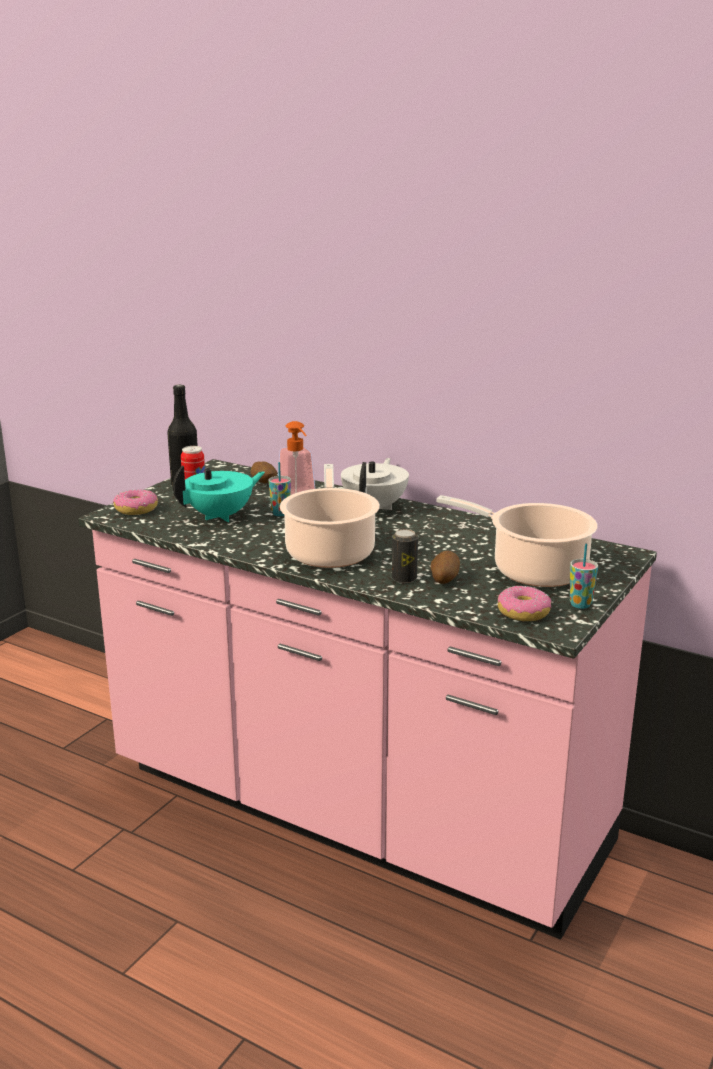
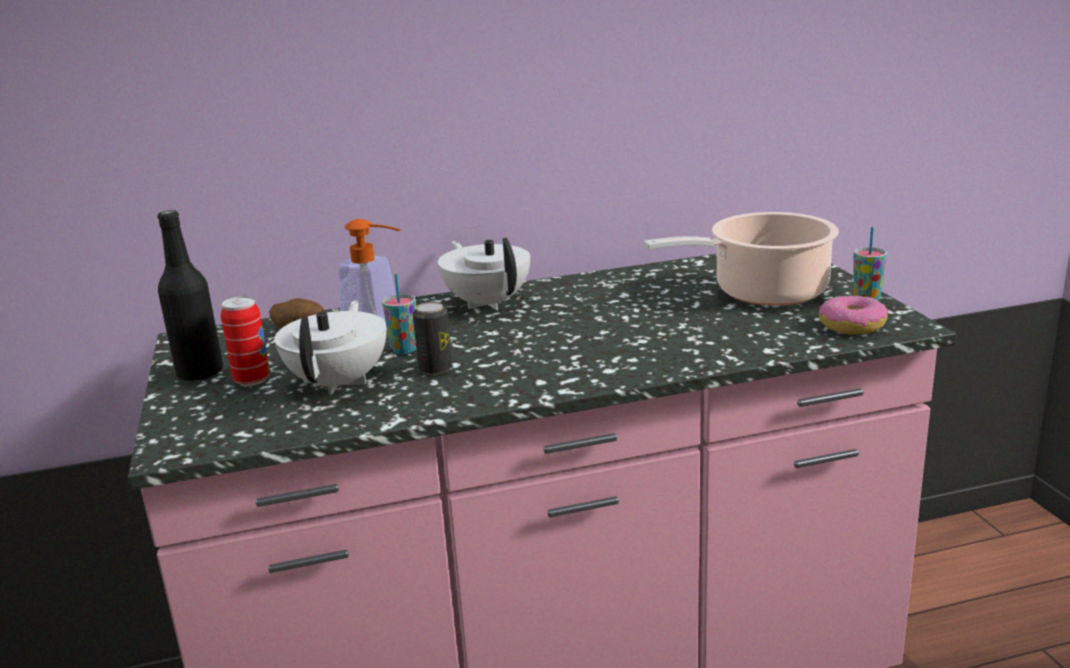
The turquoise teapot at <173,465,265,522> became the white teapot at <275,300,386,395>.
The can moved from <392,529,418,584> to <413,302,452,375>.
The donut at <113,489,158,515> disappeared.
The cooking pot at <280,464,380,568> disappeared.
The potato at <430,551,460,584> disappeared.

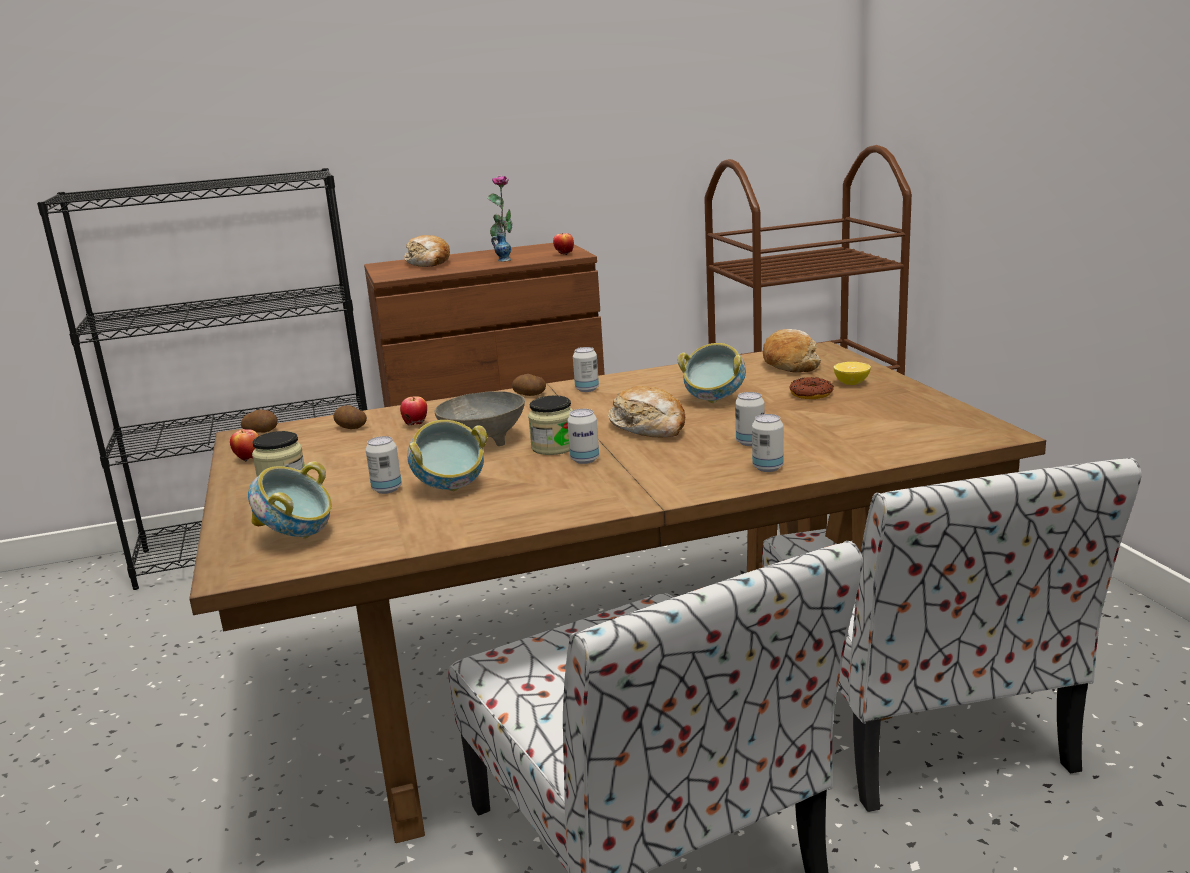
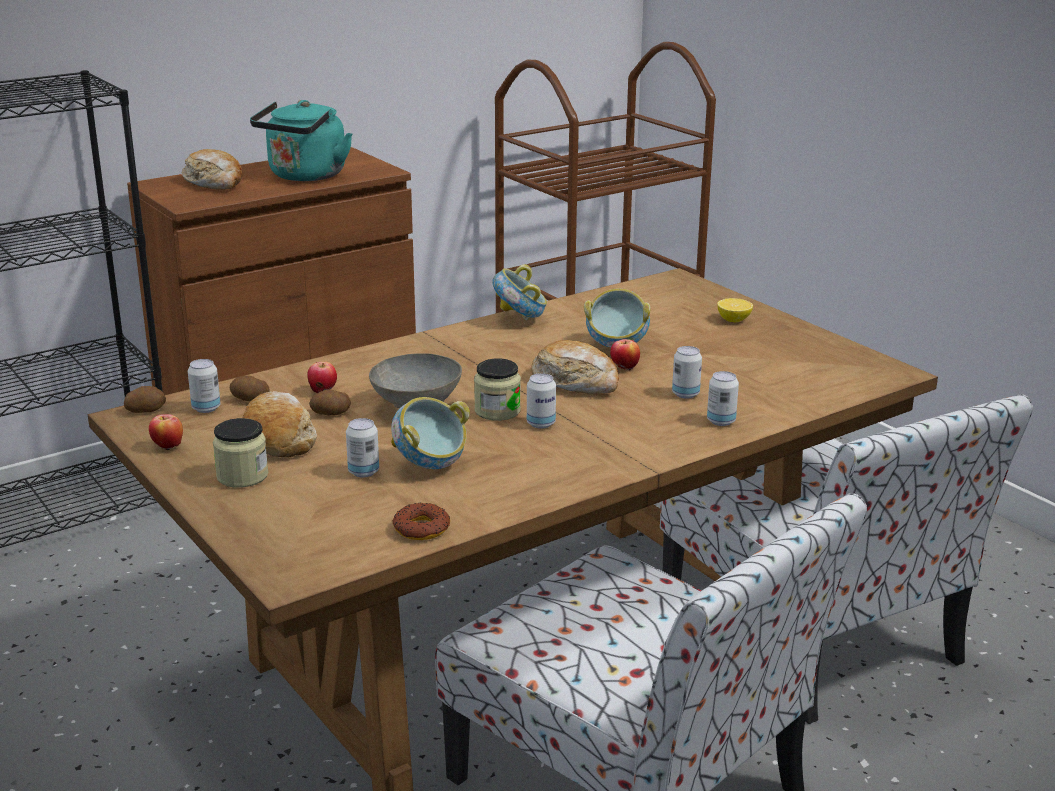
The can moved from <573,347,599,392> to <188,359,221,413>.
The bread moved from <763,329,821,373> to <243,391,317,458>.
The vase at <487,176,512,262> was replaced by the turquoise kettle at <250,100,352,181>.
The potato moved from <512,374,546,396> to <309,389,351,416>.
The donut moved from <789,377,834,399> to <392,503,450,540>.
The bowl moved from <248,462,332,539> to <492,264,547,320>.
The apple moved from <553,233,574,255> to <610,339,640,370>.

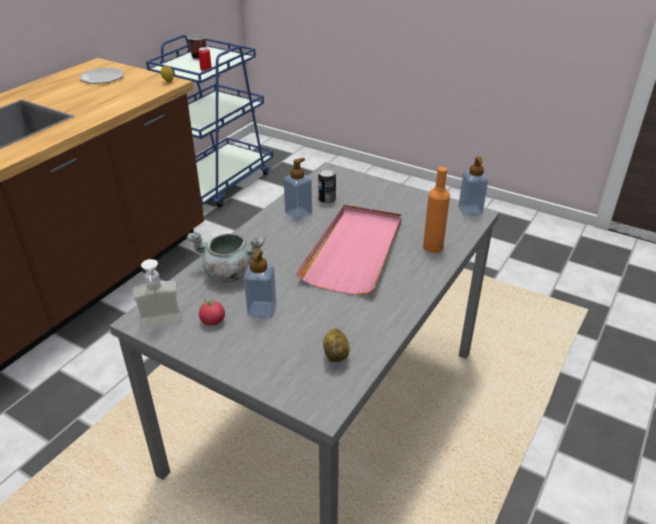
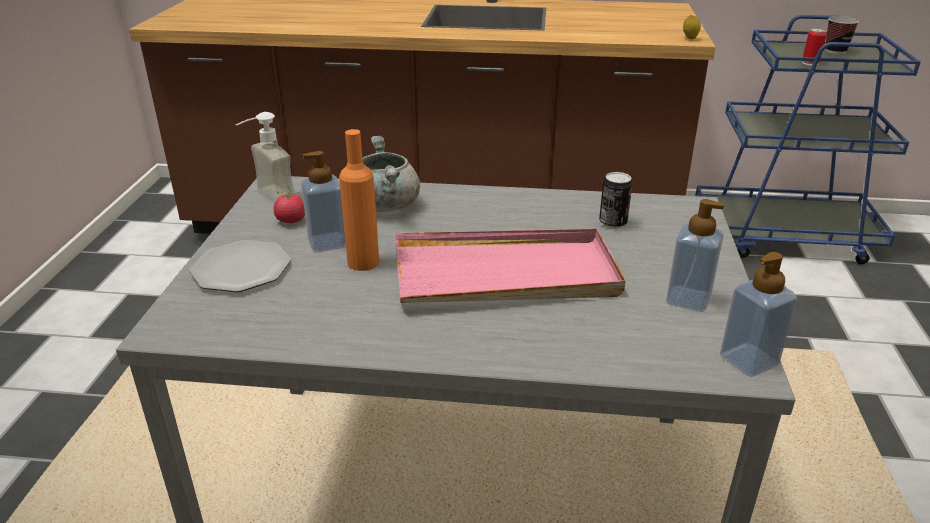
The plate moved from <79,68,124,84> to <189,240,291,292>.
The orange bottle moved from <423,167,450,253> to <339,129,379,271>.
The soap dispenser moved from <283,158,312,221> to <666,199,724,312>.
The potato at <323,329,350,363> disappeared.

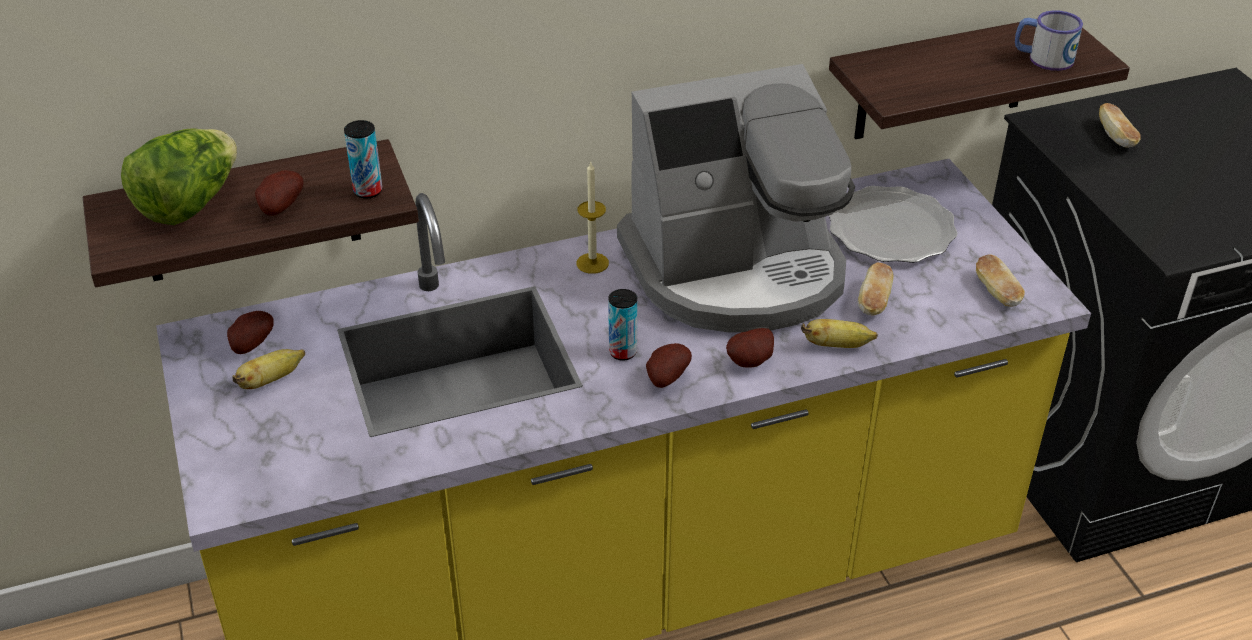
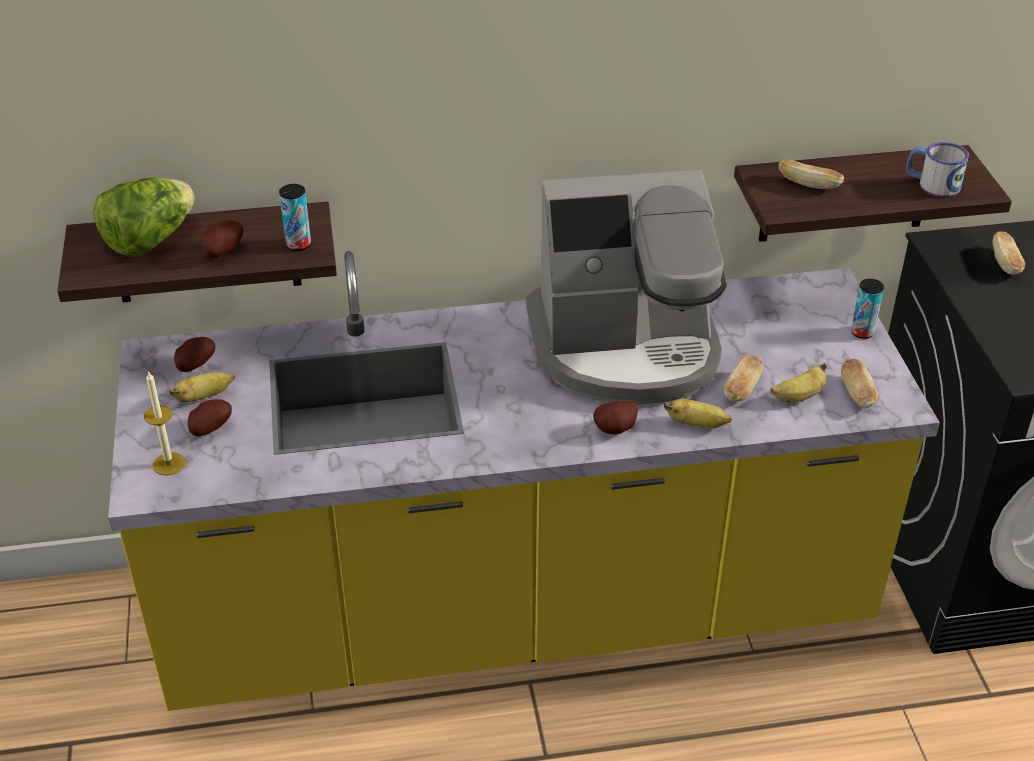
The candle moved from <577,162,609,274> to <144,371,186,476>.
The potato moved from <646,343,692,388> to <188,399,232,436>.
The banana at <770,363,827,403> appeared.
The bread at <779,160,844,189> appeared.
The can moved from <609,289,637,361> to <851,279,884,339>.
The plate at <829,186,957,263> disappeared.

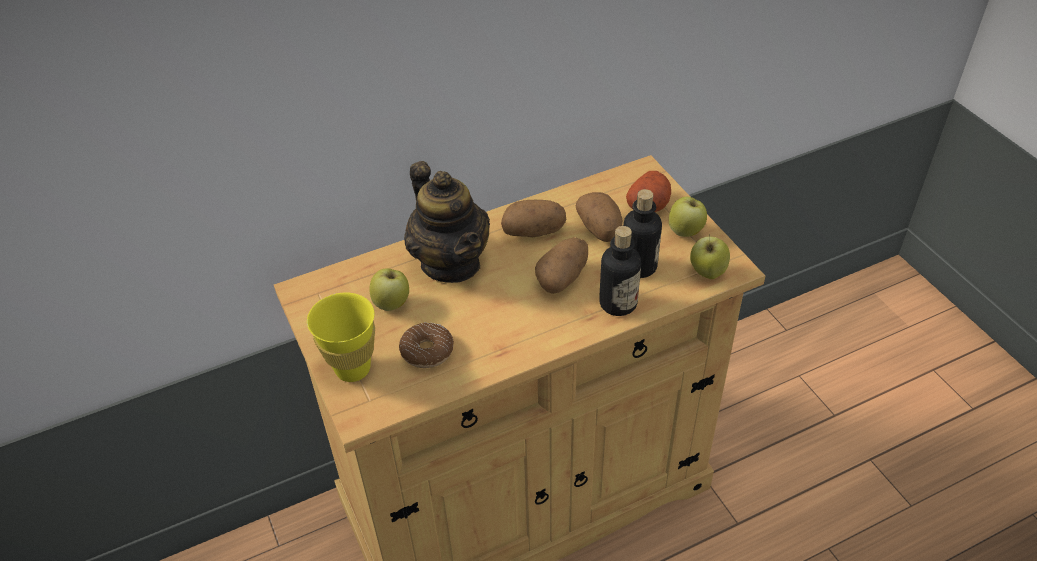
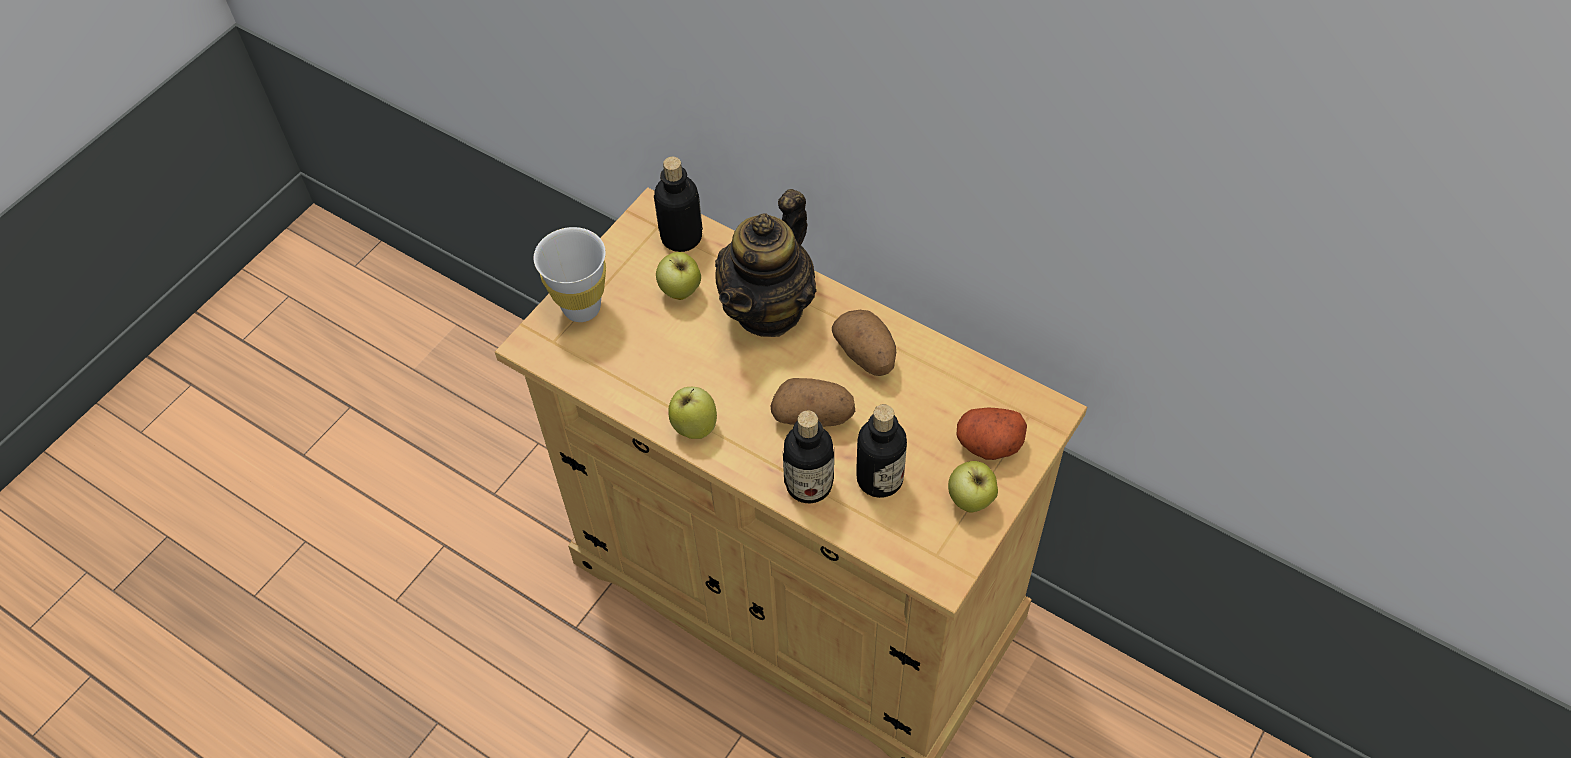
The yellow cup at <307,292,375,382> became the white cup at <534,227,606,322>.
The bottle at <654,157,703,252> appeared.
The apple moved from <690,235,730,279> to <669,387,717,439>.
The donut at <399,322,454,368> disappeared.
The potato at <576,192,623,242> disappeared.

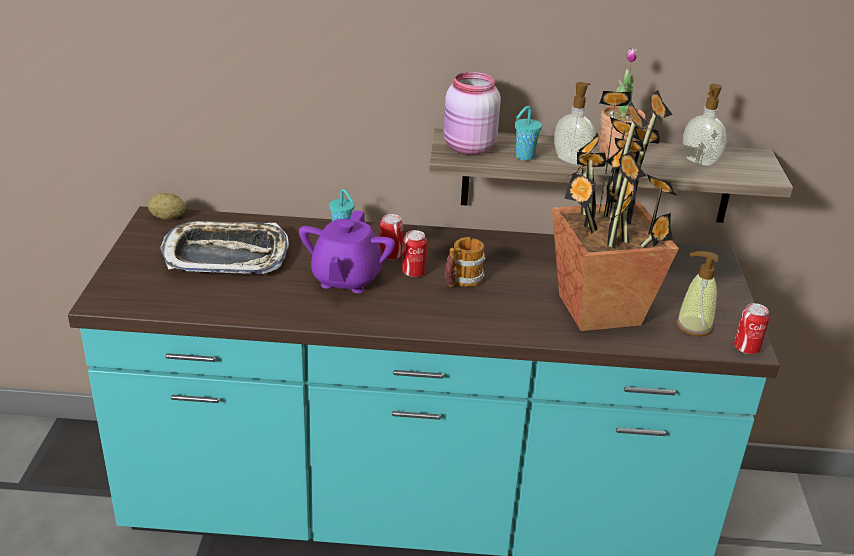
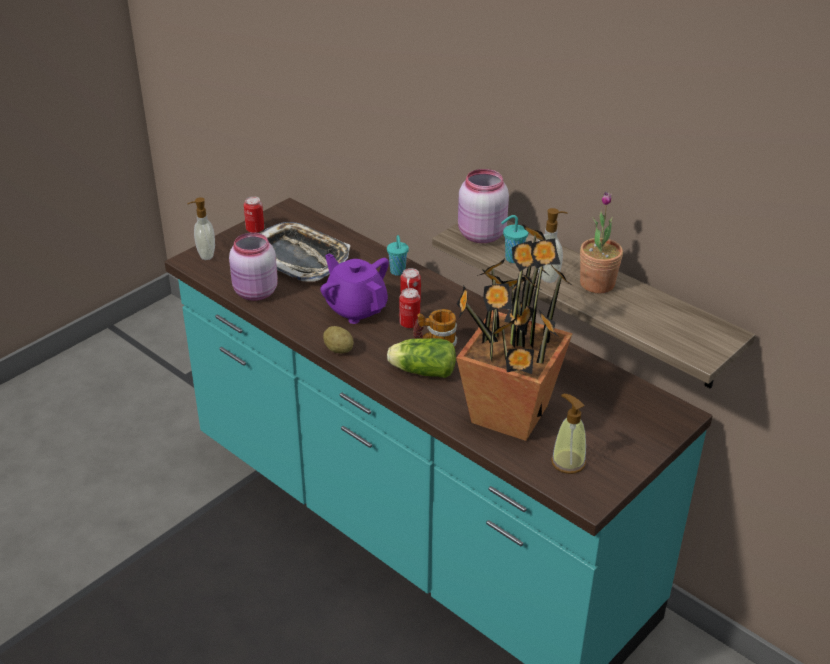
The soap dispenser moved from <683,84,727,166> to <187,198,215,260>.
The pink jar at <229,232,278,301> appeared.
The can moved from <734,303,769,354> to <244,196,264,233>.
The purple teapot at <299,210,395,293> turned 90 degrees clockwise.
The potato moved from <148,193,185,220> to <323,326,354,354>.
The lettuce at <387,338,456,378> appeared.

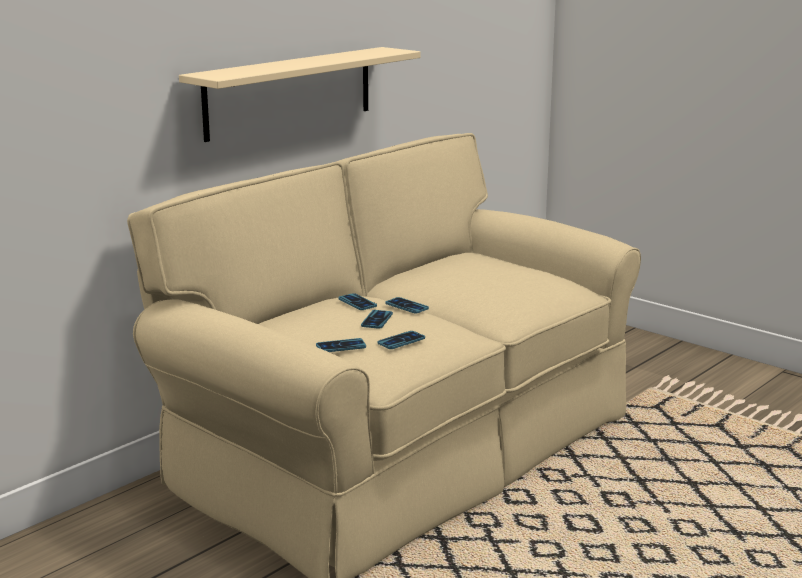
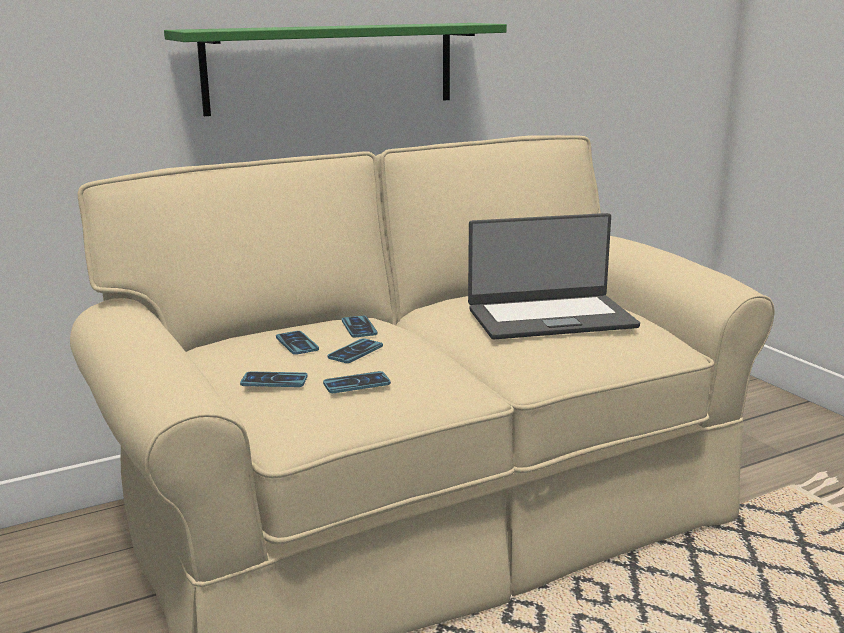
The beige shelf at <179,47,420,142> became the green shelf at <164,23,507,116>.
The phone moved from <386,297,429,313> to <276,331,319,355>.
The laptop at <468,213,640,339> appeared.

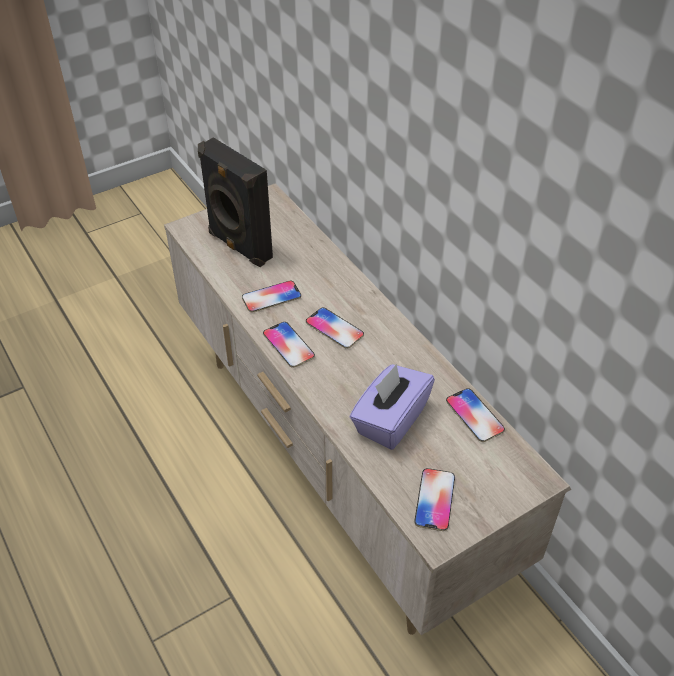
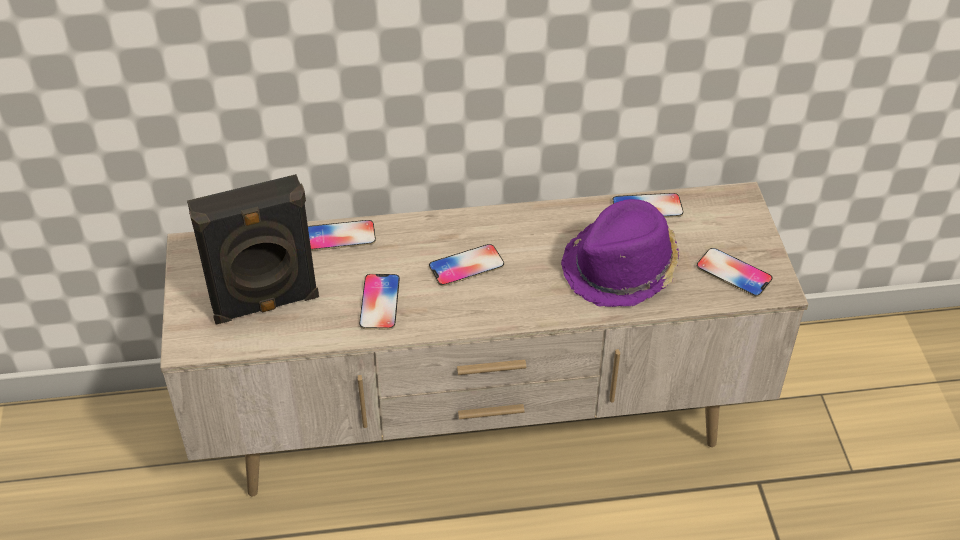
The phone moved from <263,322,315,368> to <308,220,376,251>.
The purple tissue box at <350,364,435,450> was replaced by the purple hat at <561,199,679,307>.

